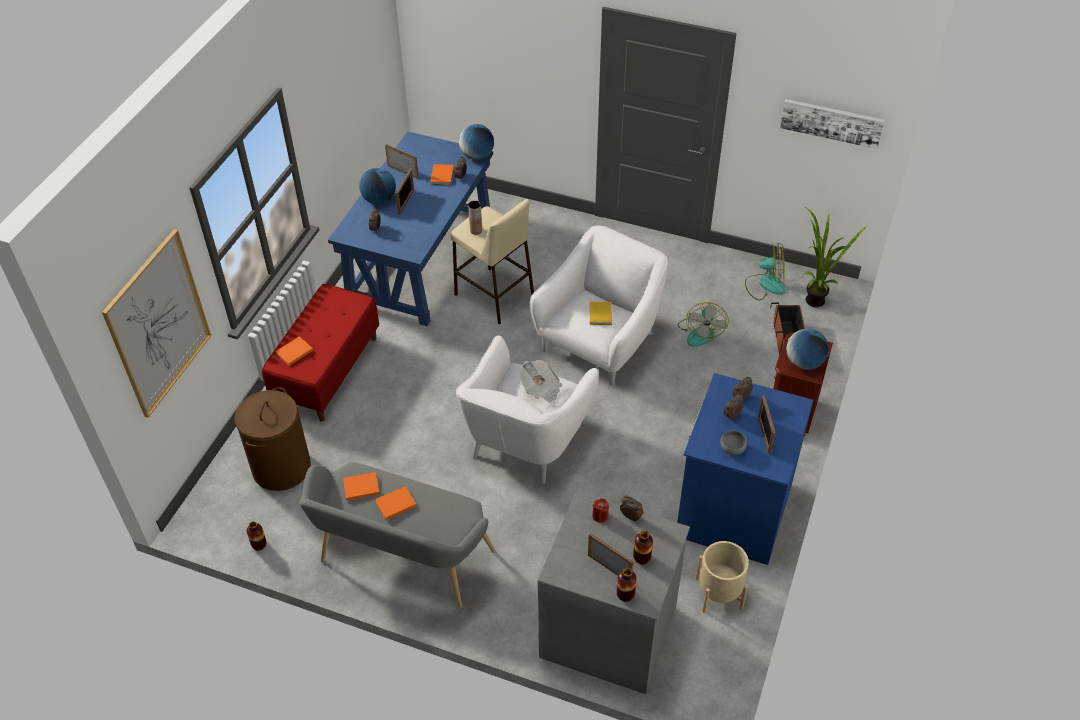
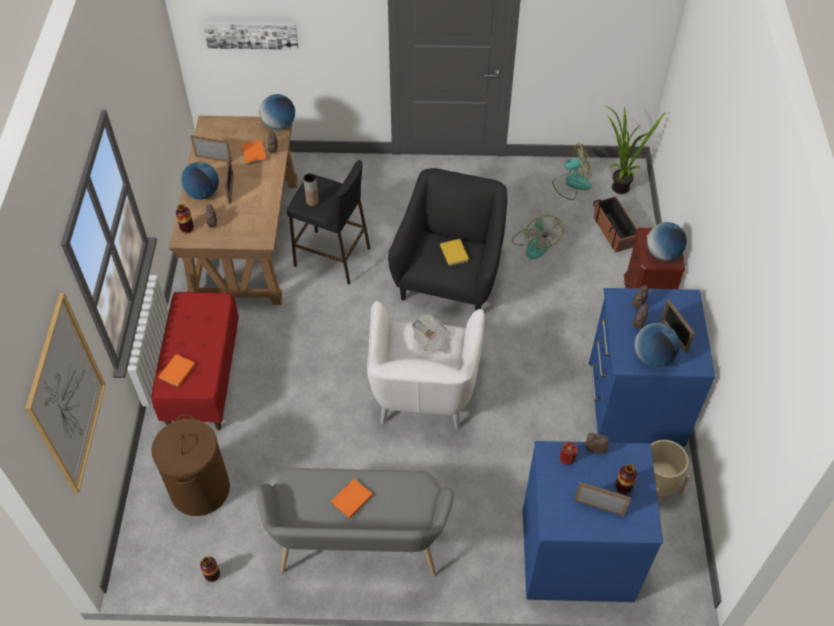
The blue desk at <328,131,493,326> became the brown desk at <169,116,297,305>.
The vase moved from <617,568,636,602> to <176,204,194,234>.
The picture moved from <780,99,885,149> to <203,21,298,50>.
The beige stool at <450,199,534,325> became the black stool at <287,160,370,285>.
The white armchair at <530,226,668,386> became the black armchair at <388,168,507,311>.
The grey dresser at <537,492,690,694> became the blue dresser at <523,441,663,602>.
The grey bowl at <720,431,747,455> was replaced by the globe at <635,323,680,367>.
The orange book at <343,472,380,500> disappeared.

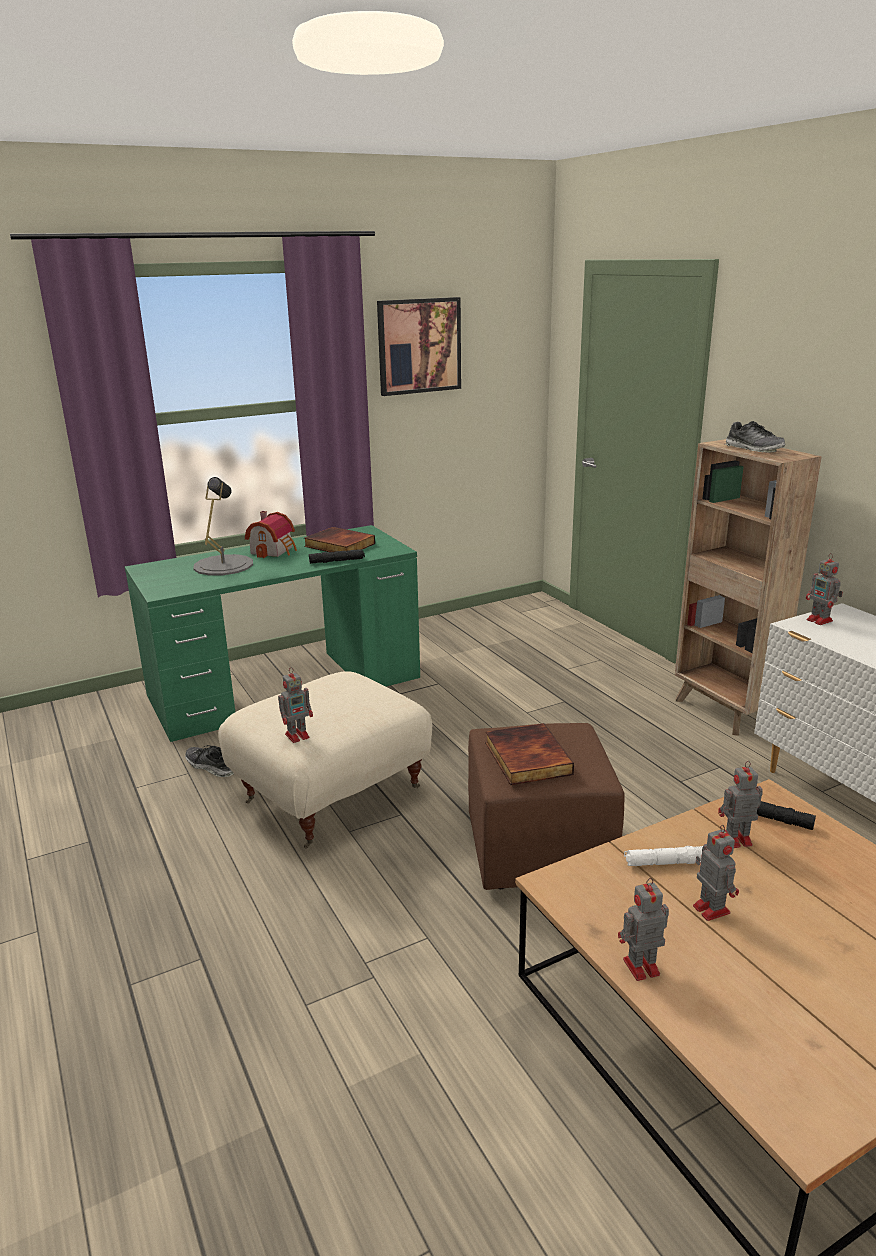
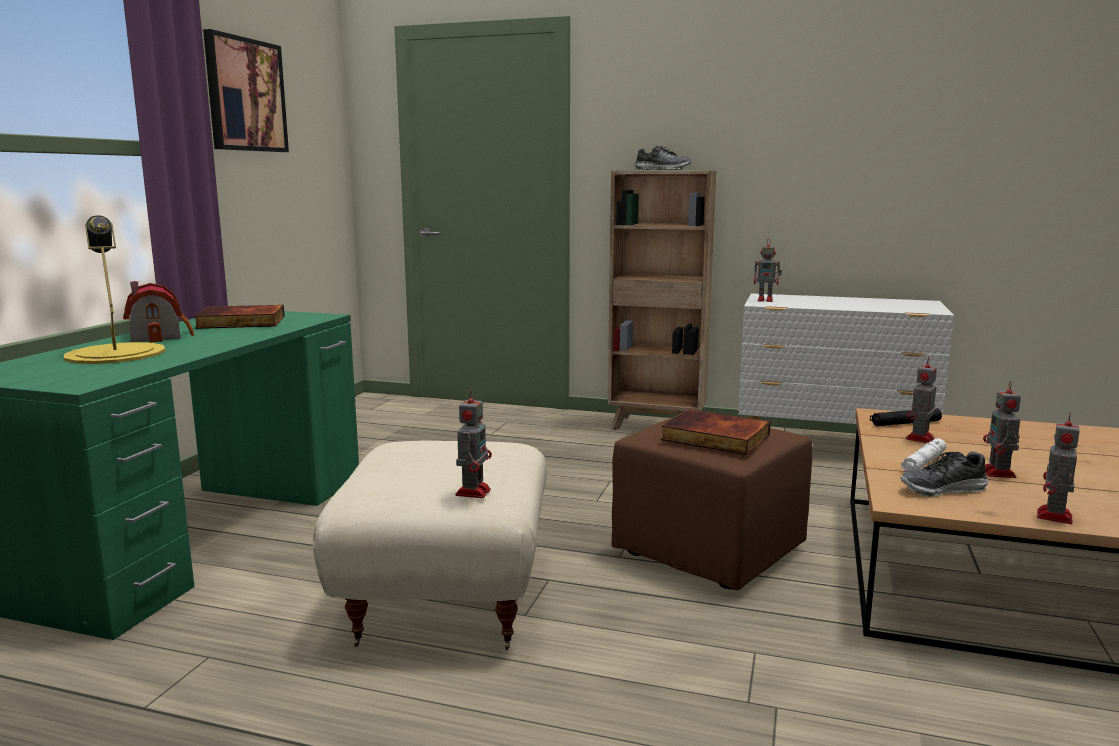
The grey table lamp at <193,477,253,576> became the yellow table lamp at <64,215,165,364>.
The shoe moved from <185,745,234,777> to <901,451,988,496>.
The toy robot at <693,825,739,921> turned 105 degrees counterclockwise.
The black flashlight at <309,549,365,564> disappeared.

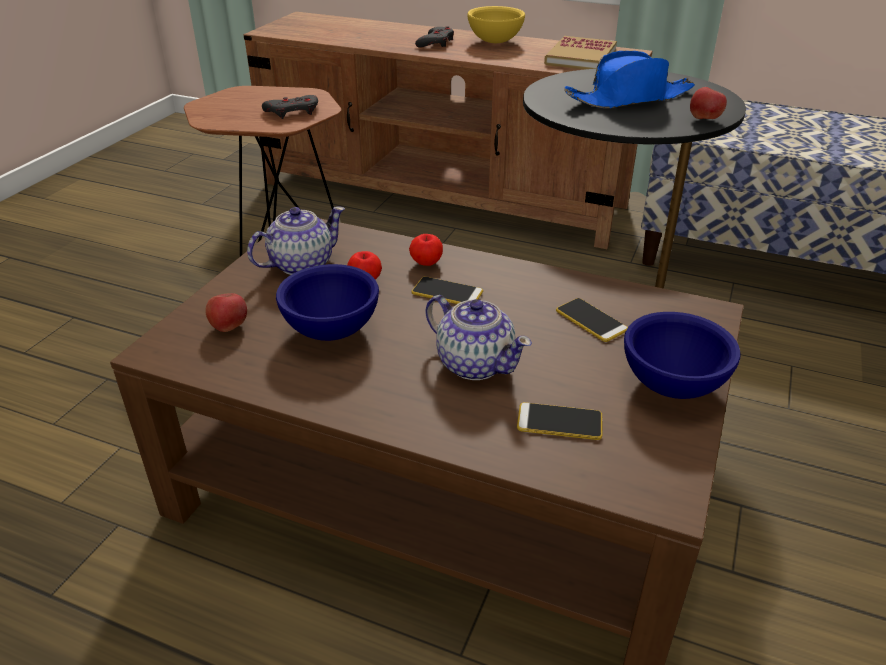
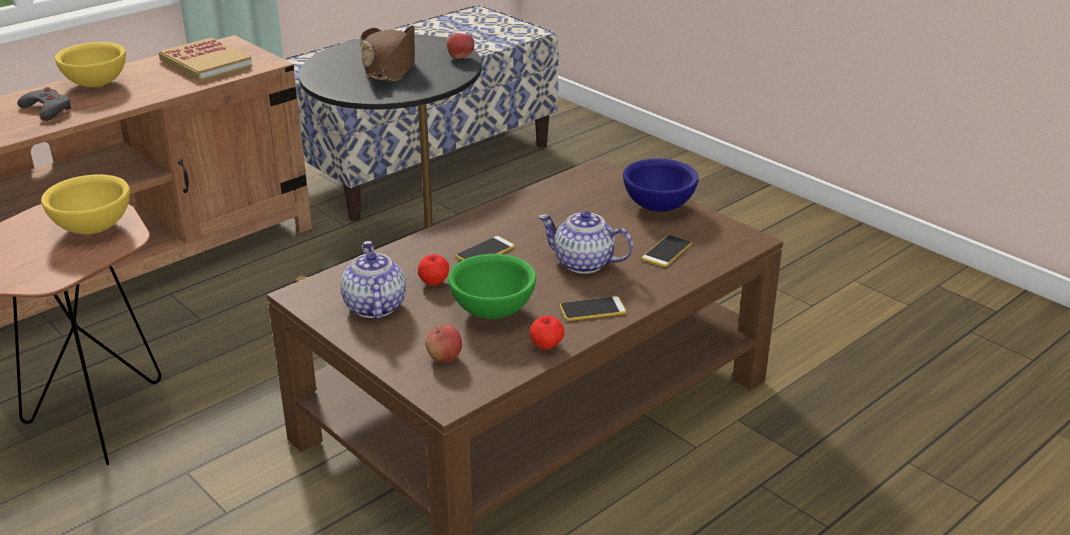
The grey game controller at <262,95,318,119> was replaced by the yellow bowl at <41,174,130,234>.
The blue hat at <564,51,695,108> became the brown hat at <361,25,415,81>.
The blue bowl at <276,264,379,341> became the green bowl at <448,254,536,319>.
The apple moved from <409,234,443,266> to <529,316,565,350>.
The teapot at <426,295,532,380> turned 135 degrees counterclockwise.
The phone moved from <556,298,628,342> to <560,296,627,321>.

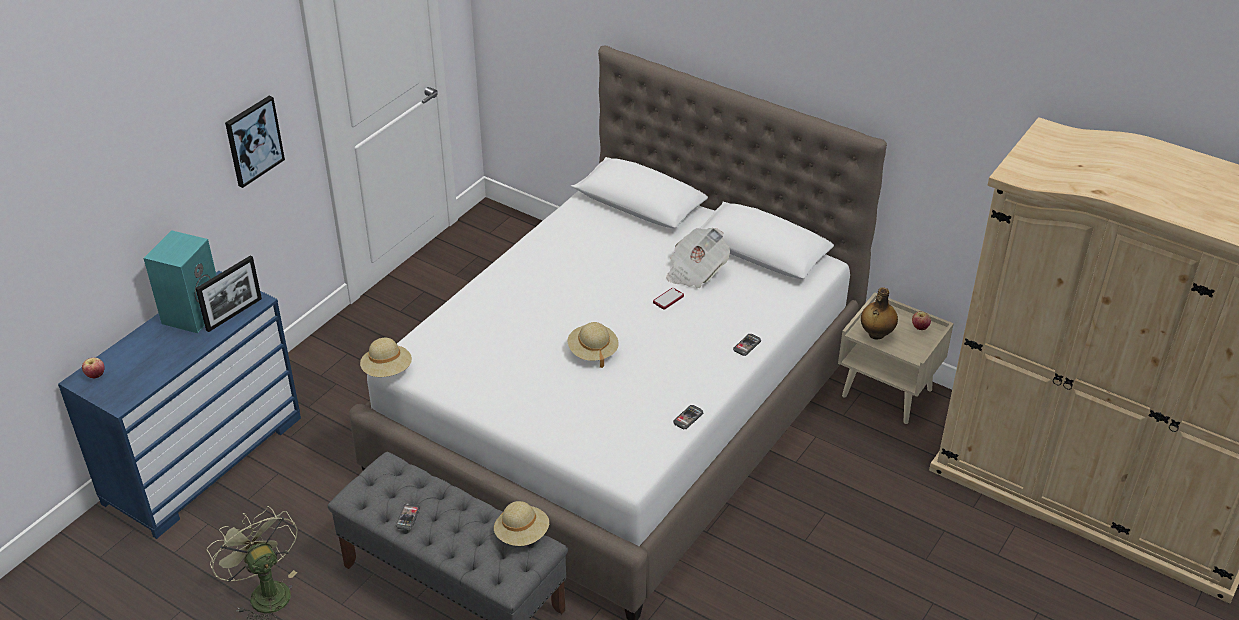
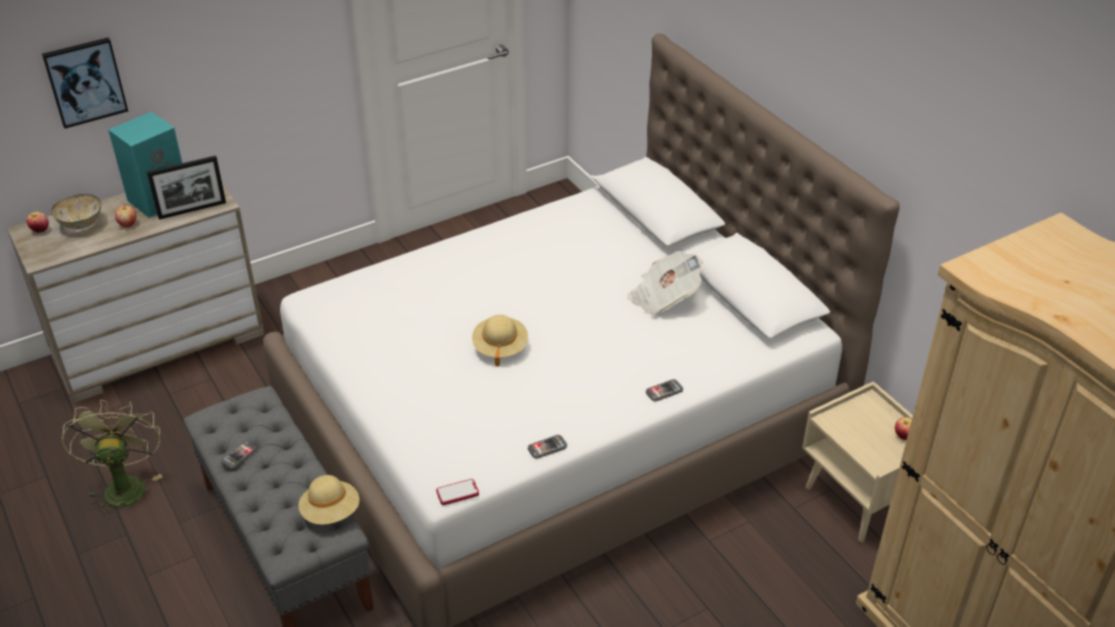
The blue dresser at <58,271,301,539> became the beige dresser at <7,183,264,403>.
The picture moved from <225,96,285,188> to <42,37,128,128>.
The bowl at <52,194,101,229> appeared.
The apple at <115,205,136,227> appeared.
The phone moved from <653,288,684,310> to <436,479,479,505>.
The beige hat at <360,338,412,377> disappeared.
The bottle at <861,287,898,340> disappeared.

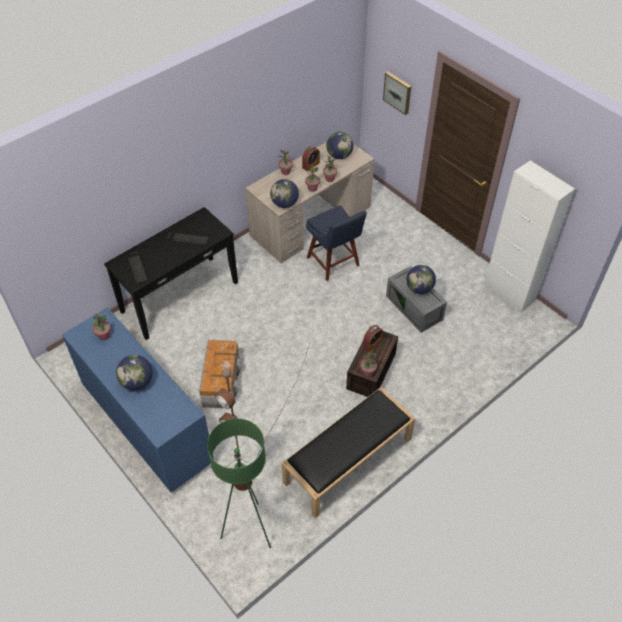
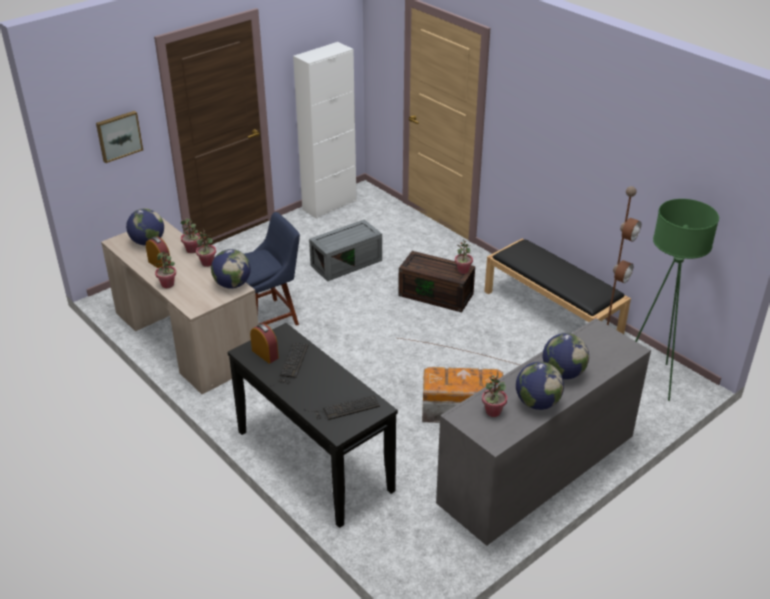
The alarm clock moved from <363,325,383,352> to <250,323,279,364>.
The blue dresser at <62,307,214,493> became the grey dresser at <436,318,651,546>.
The globe moved from <406,265,436,294> to <516,362,564,410>.

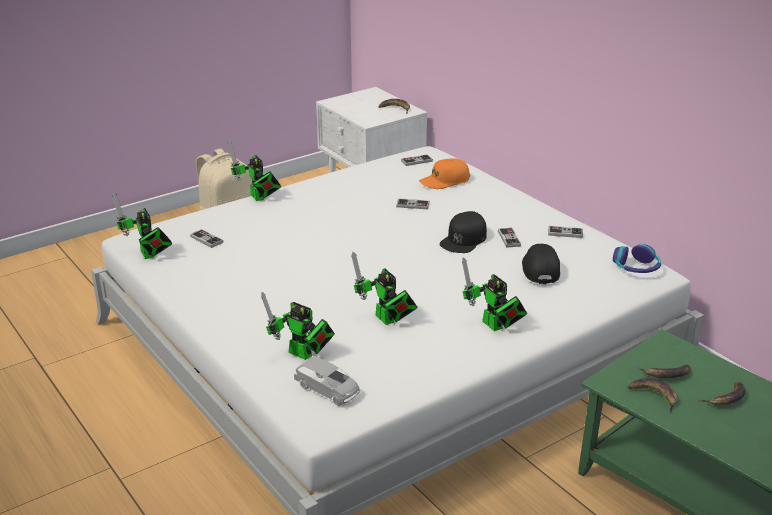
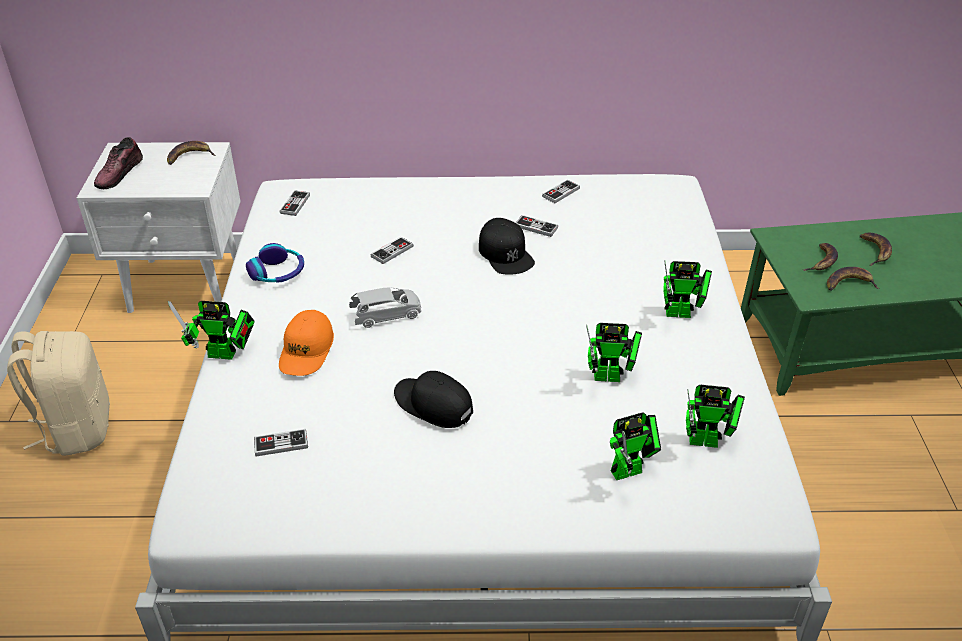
The shoe at <94,137,143,189> appeared.
The headphones moved from <613,244,661,273> to <246,243,304,283>.
The orange cap moved from <419,158,470,189> to <279,310,334,376>.
The grey toy car moved from <294,356,360,406> to <349,288,421,328>.
The black cap moved from <522,244,560,284> to <394,371,473,428>.
The toy robot moved from <112,192,172,259> to <686,385,745,448>.

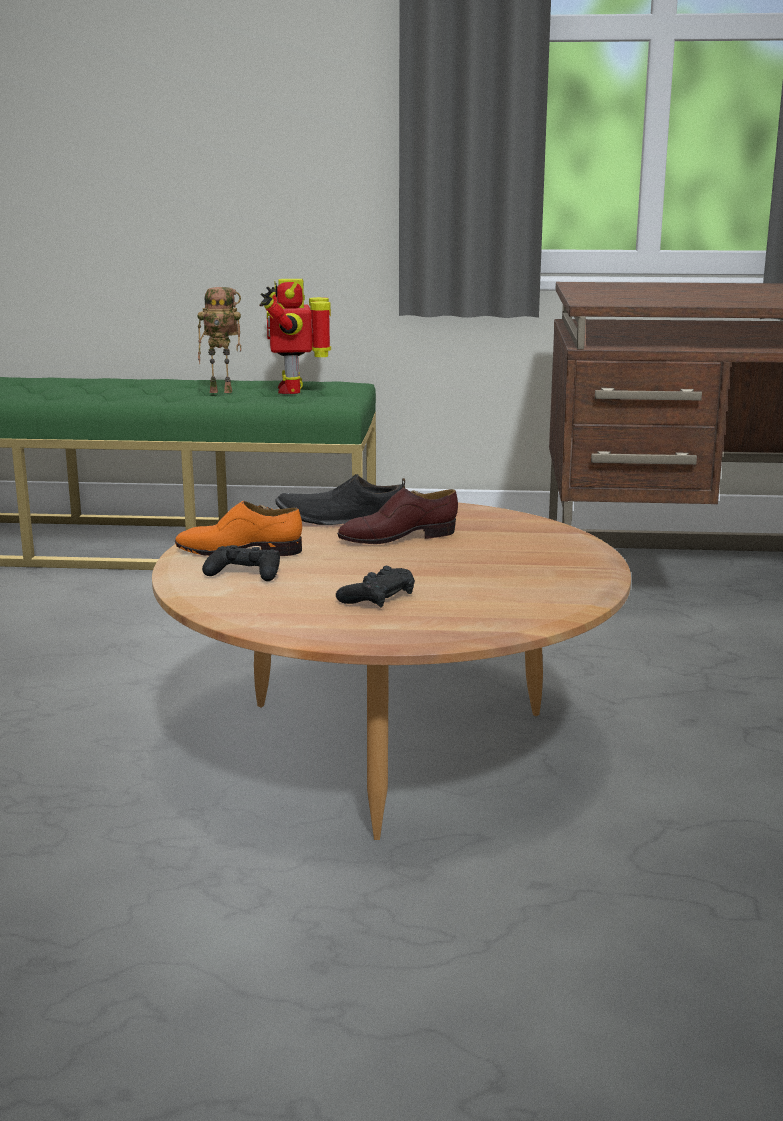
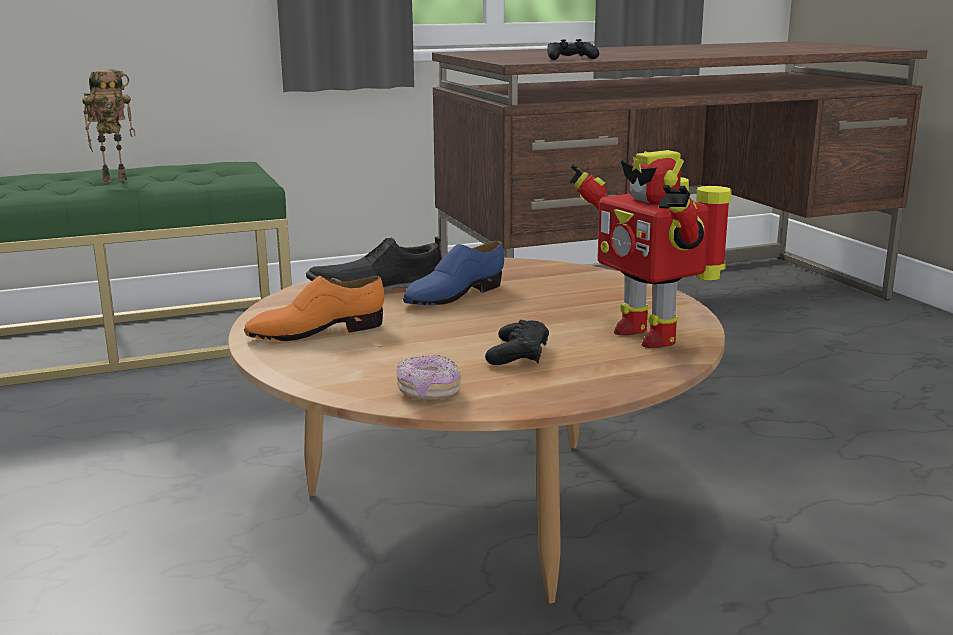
The donut at <396,355,461,400> appeared.
The brown shoe at <337,488,458,544> became the blue shoe at <403,241,504,306>.
The black game controller moved from <202,545,280,581> to <547,39,599,60>.
The toy robot moved from <260,279,331,394> to <570,150,732,348>.

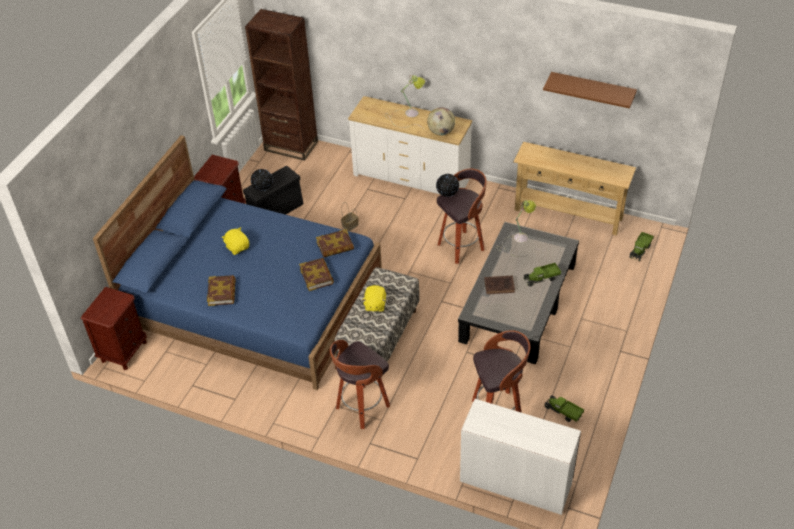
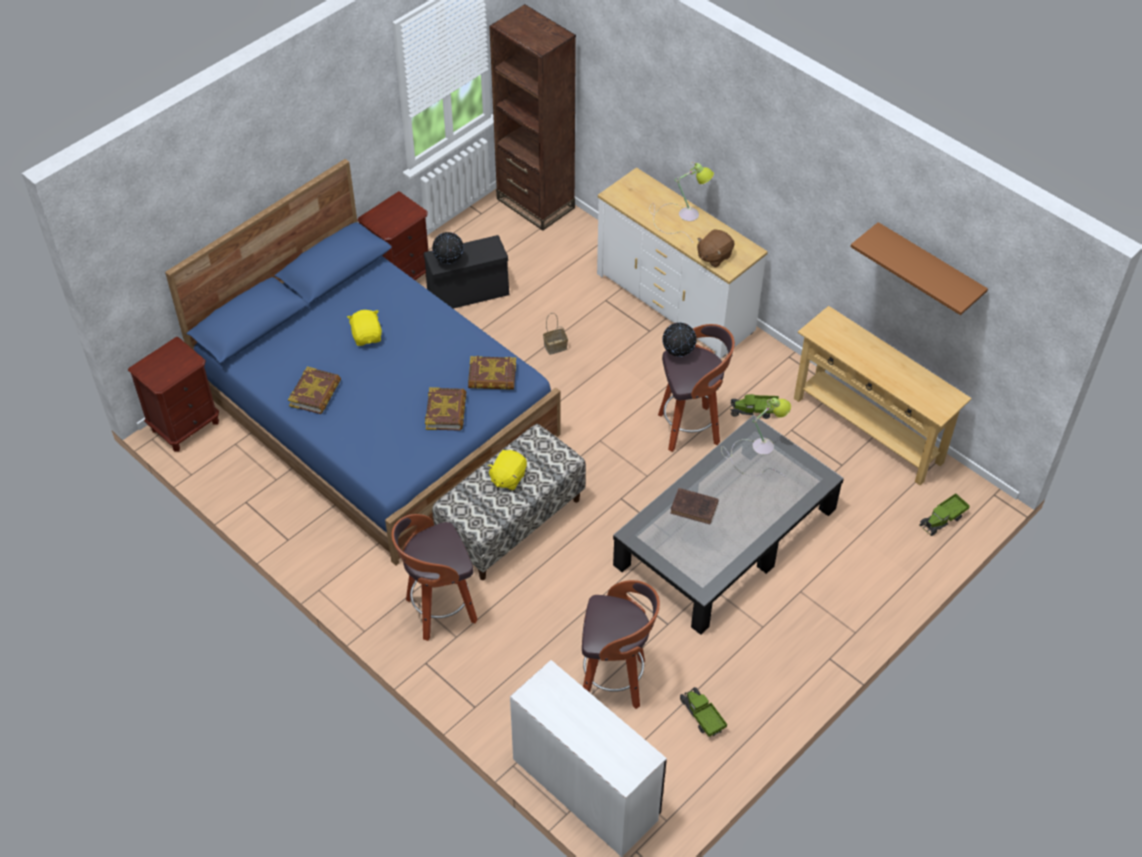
The globe at <427,107,455,136> was replaced by the brown plush toy at <697,229,735,268>.
The toy truck moved from <524,263,561,287> to <730,394,779,419>.

